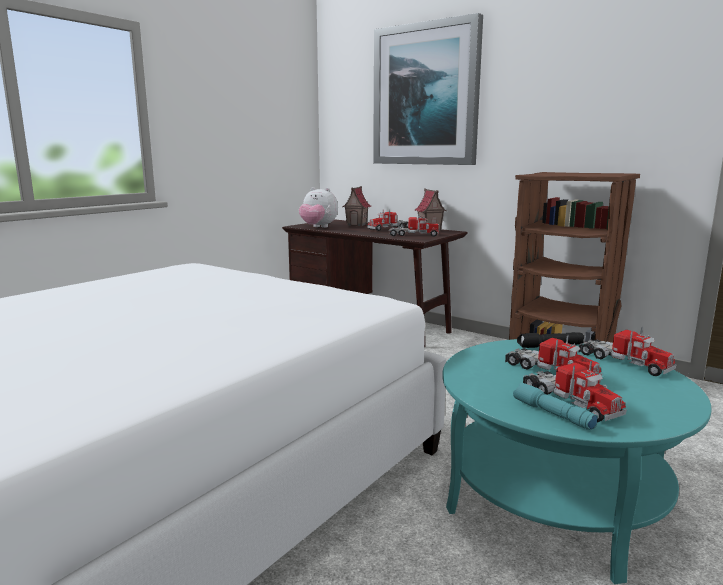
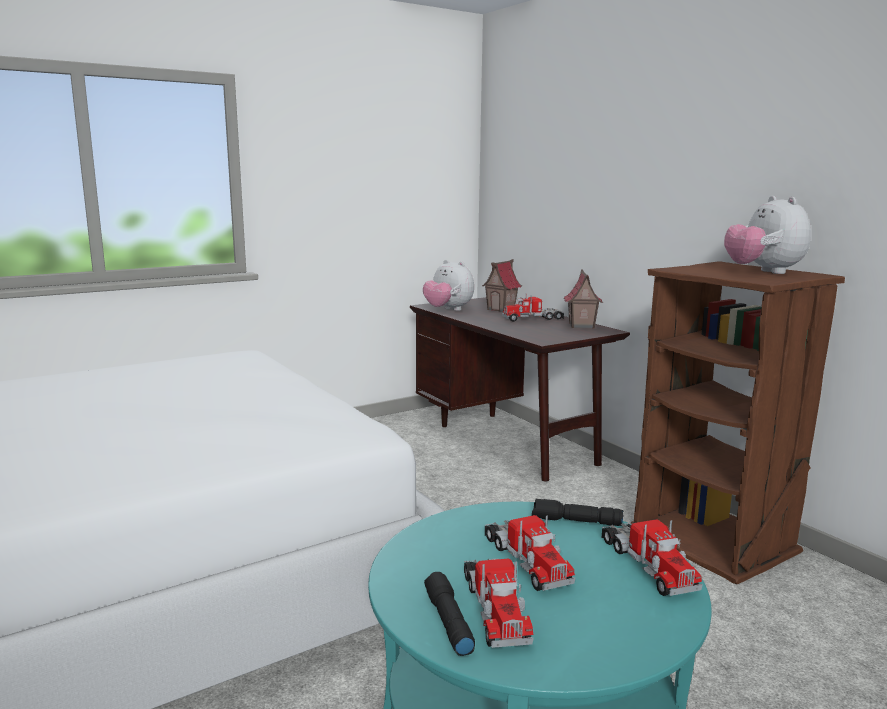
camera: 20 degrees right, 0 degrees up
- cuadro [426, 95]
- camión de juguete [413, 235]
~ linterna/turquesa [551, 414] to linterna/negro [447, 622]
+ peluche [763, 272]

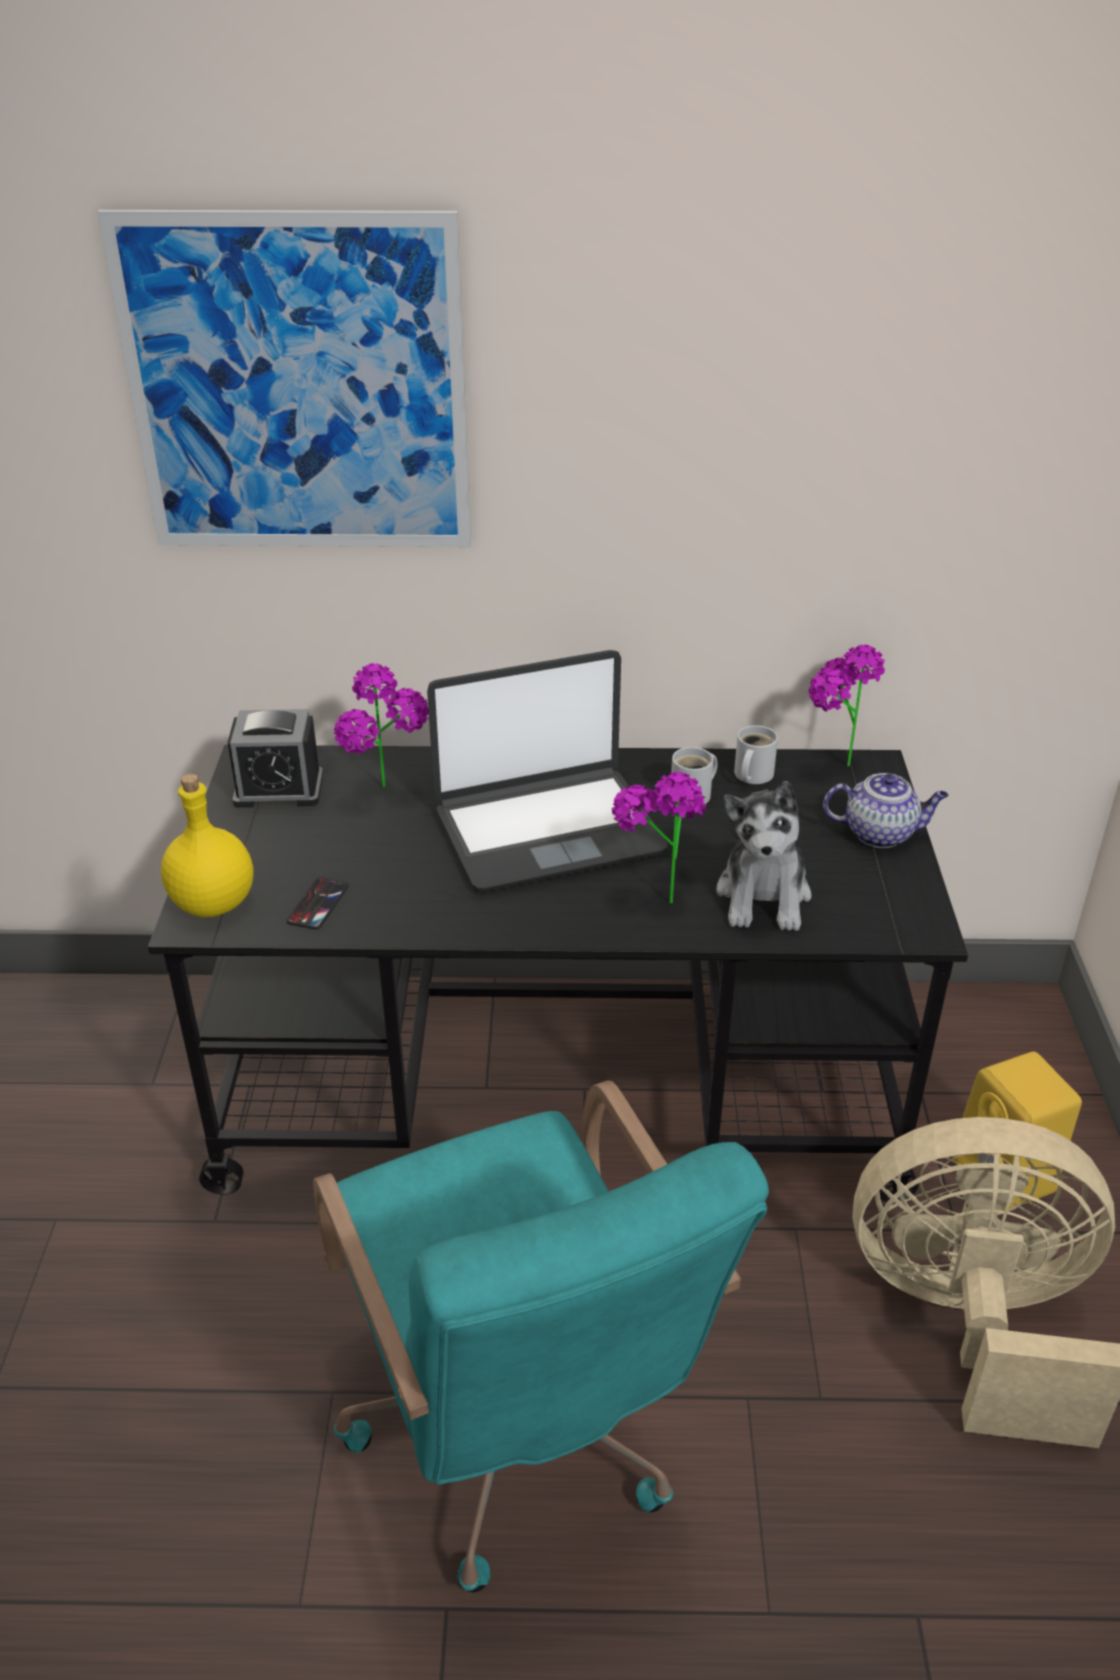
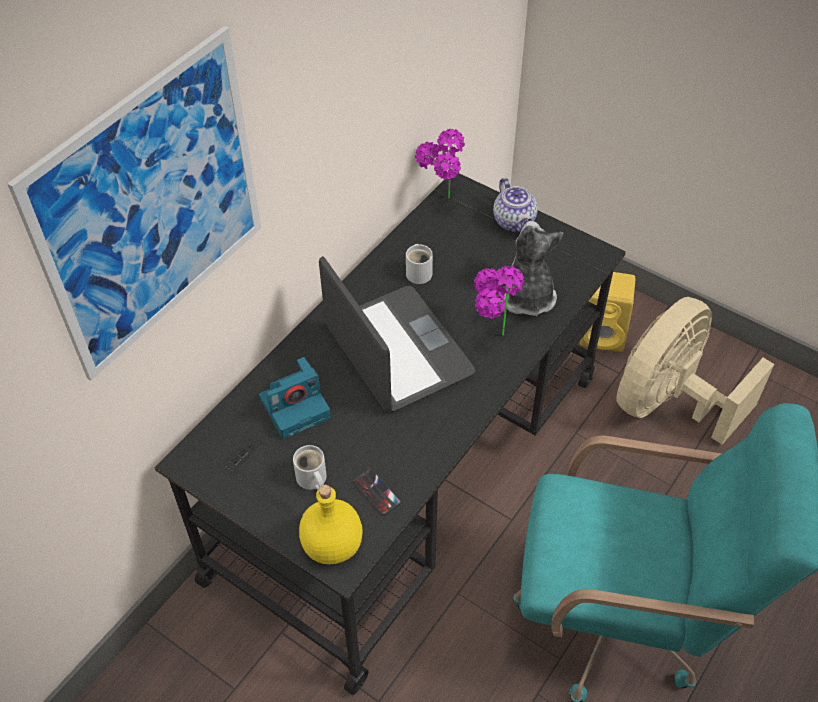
camera: 55 degrees left, 15 degrees up
~ portátil [548, 830] = [396, 351] 45 degrees counterclockwise
~ planta en maceta [389, 795] to cámara [296, 406]
- despertador [279, 789]
~ taza grande/blanco [751, 775] to [311, 479]
~ tetera [881, 833] = [515, 222] 120 degrees clockwise
~ peluche [764, 896] = [527, 296] 135 degrees counterclockwise

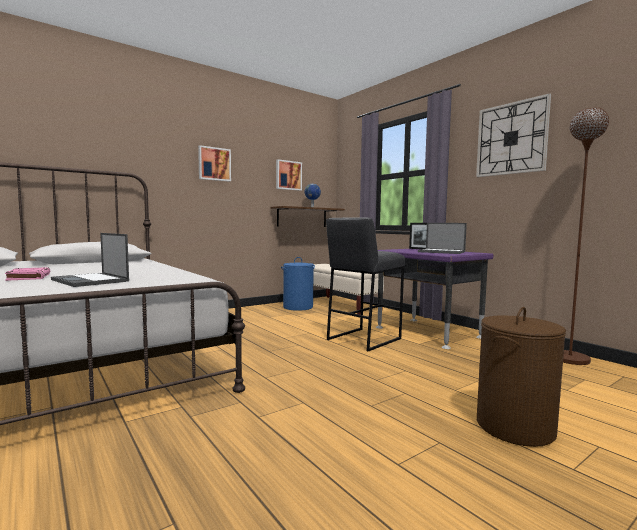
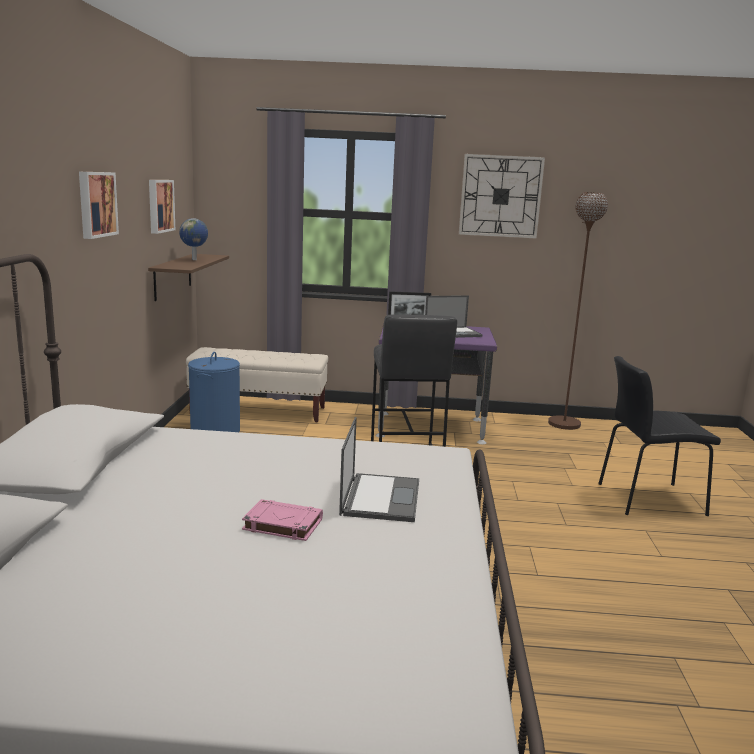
camera: 50 degrees left, 10 degrees up
~ portátil [91, 280] = [380, 497] 75 degrees counterclockwise
~ cesto de la ropa/marrón [515, 426] to silla/negro [647, 499]

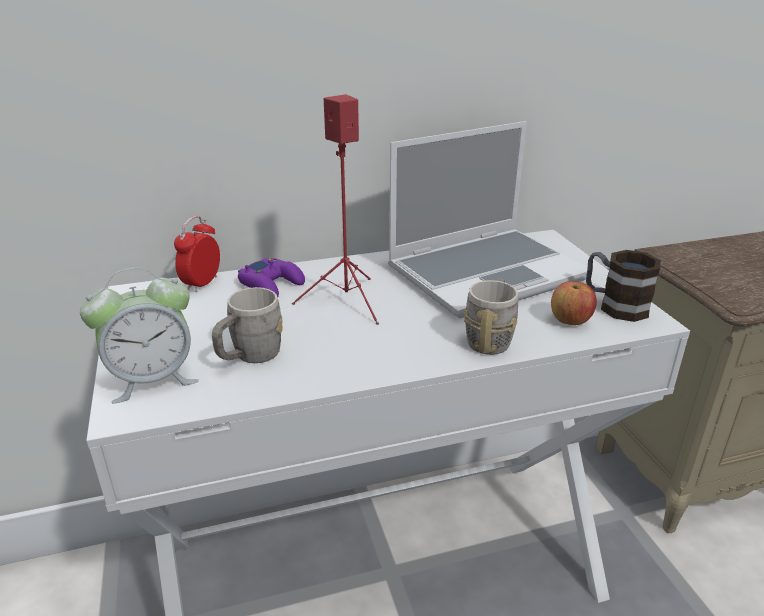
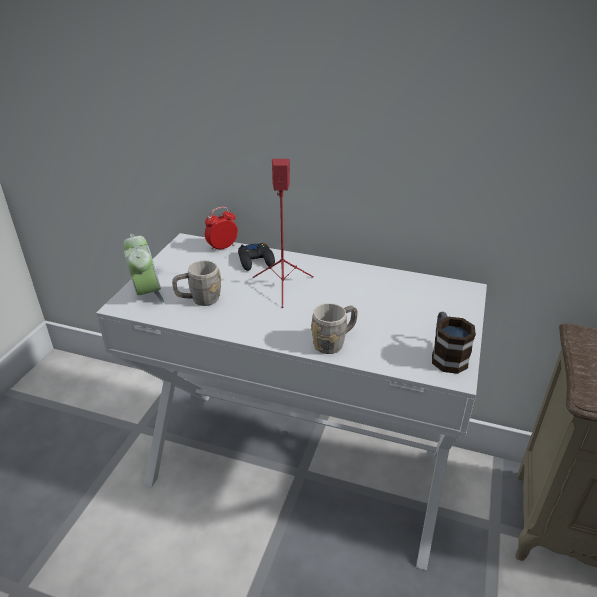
camera: 35 degrees right, 5 degrees up
- portátil [487, 272]
~ mando de consola/morado [272, 284] to mando de consola/negro [256, 261]
~ despertador [152, 379] = [147, 294] 120 degrees counterclockwise
- manzana [570, 321]

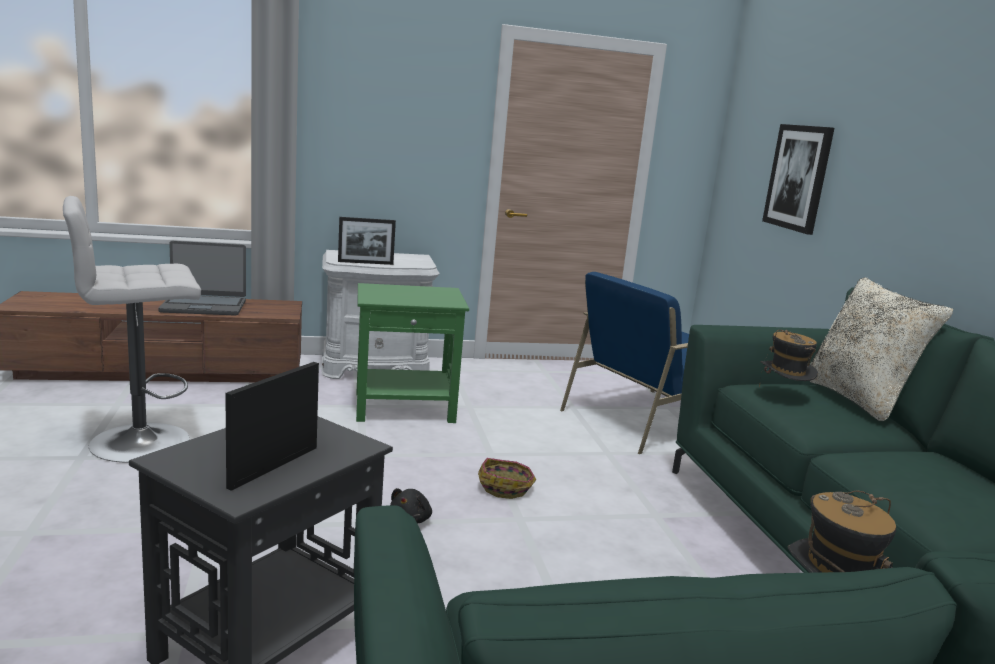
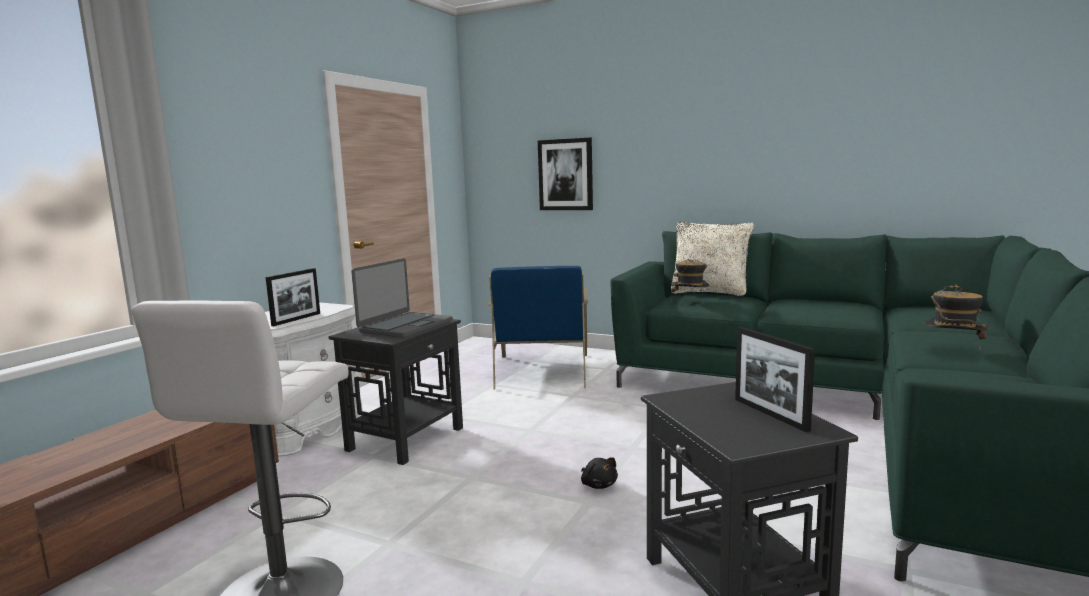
camera: 50 degrees left, 5 degrees down
~ portátil [204, 306] to [405, 326]
~ mesa auxiliar/verde [406, 407] to mesa auxiliar/negro [407, 438]
- cesta [506, 487]

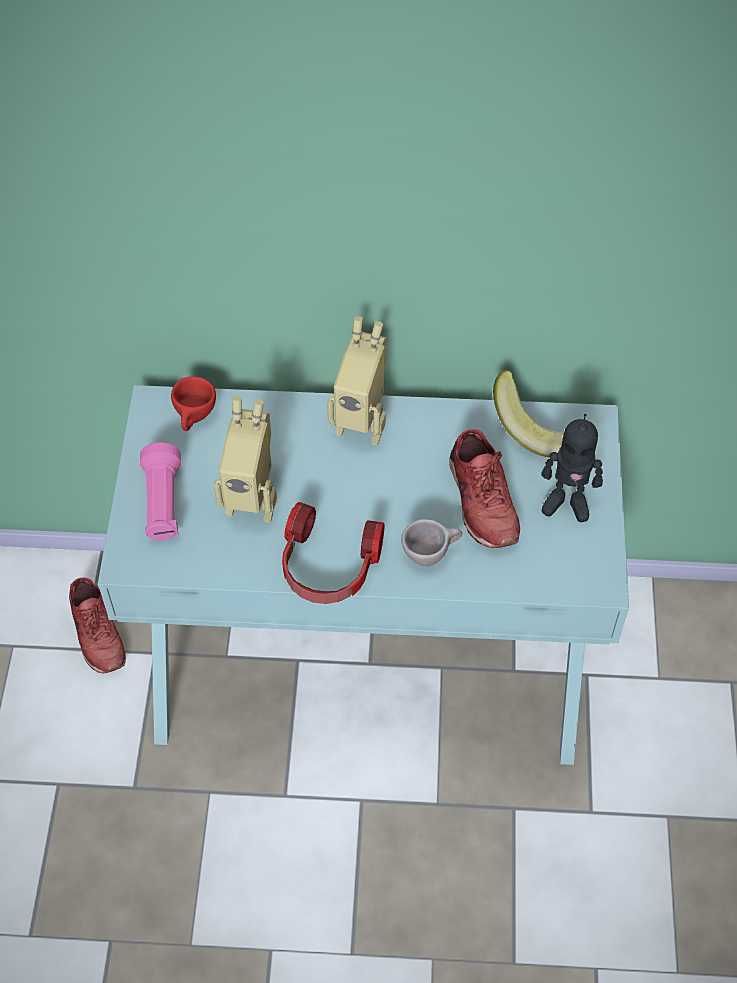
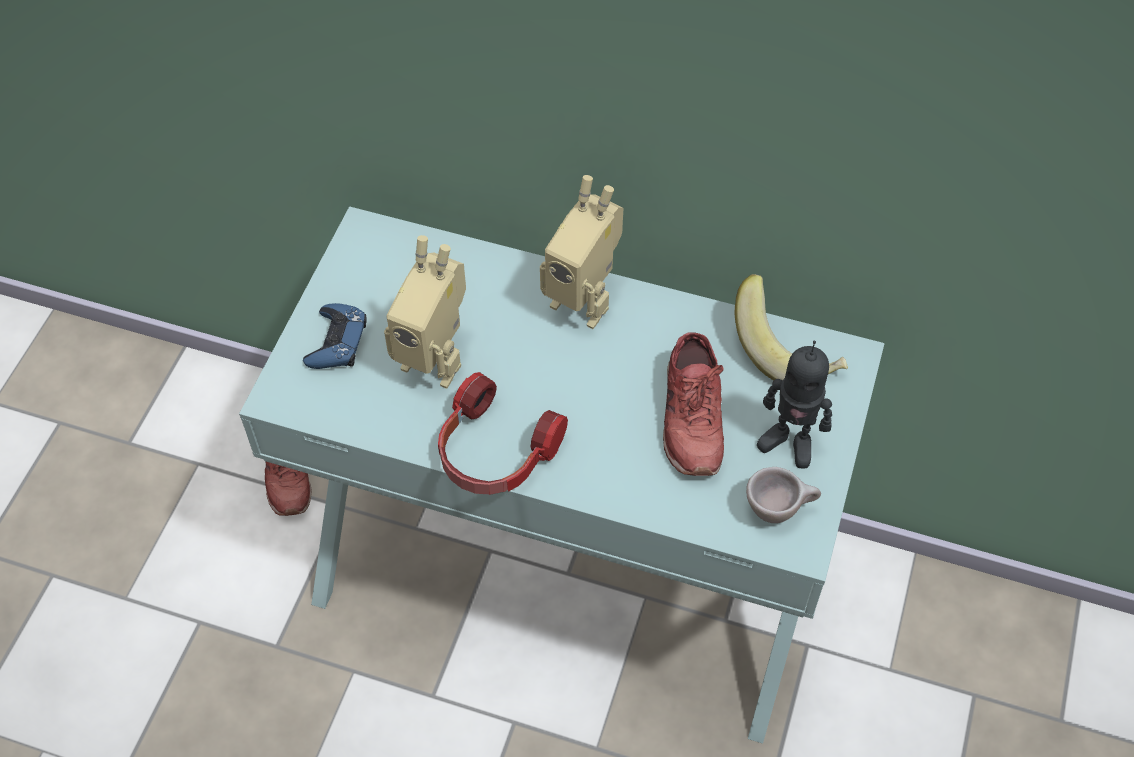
camera: 15 degrees right, 0 degrees up
- taza/rojo [195, 420]
~ linterna/rosa [163, 504] to mando de consola/azul [337, 342]
~ taza/beis [431, 554] to [779, 510]

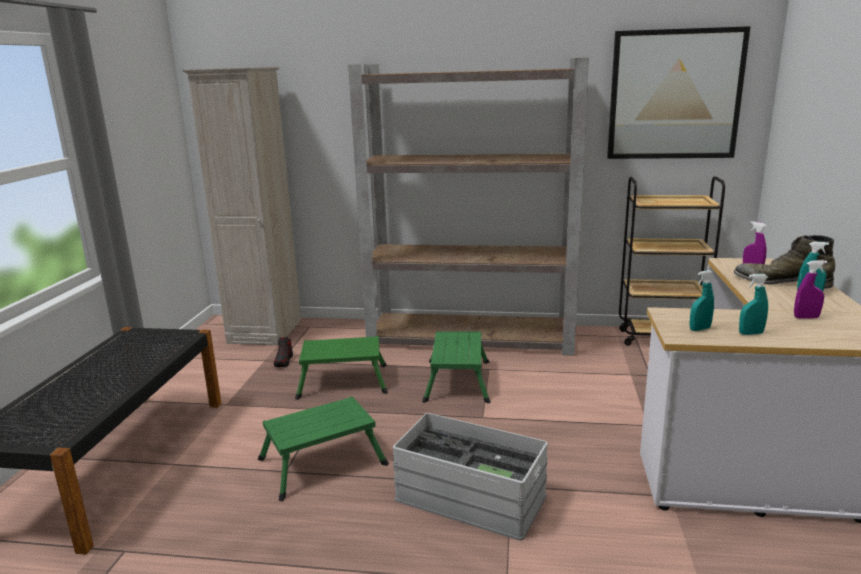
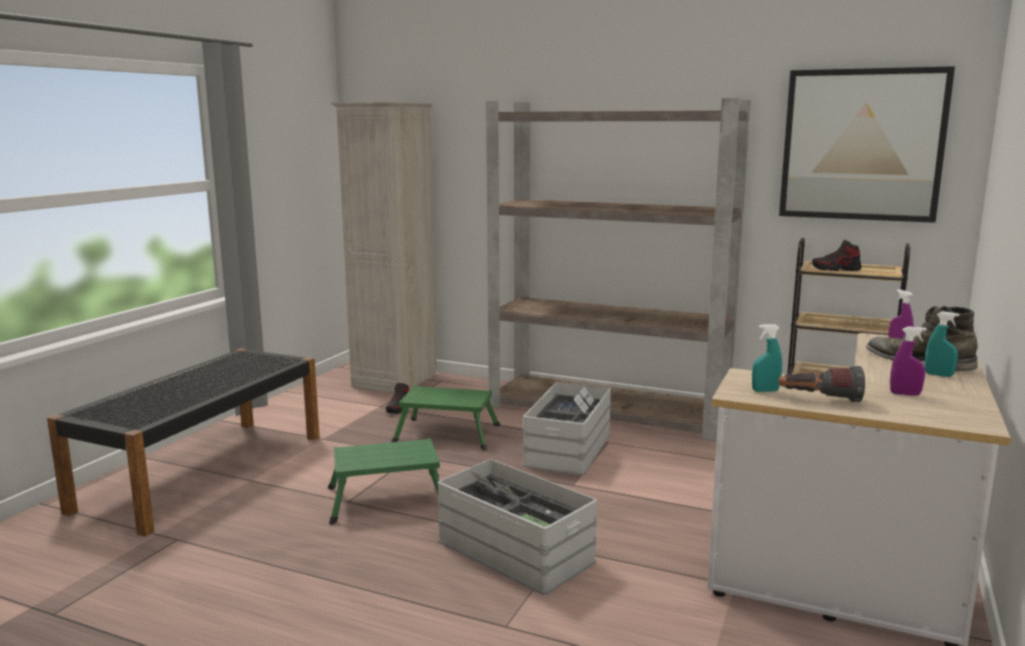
camera: 15 degrees right, 5 degrees down
~ pulverizador/turquesa [750, 333] to linterna [819, 400]
~ escalera de tijera/verde [457, 380] to caja de almacenaje/gris [567, 448]
+ zapato [836, 269]

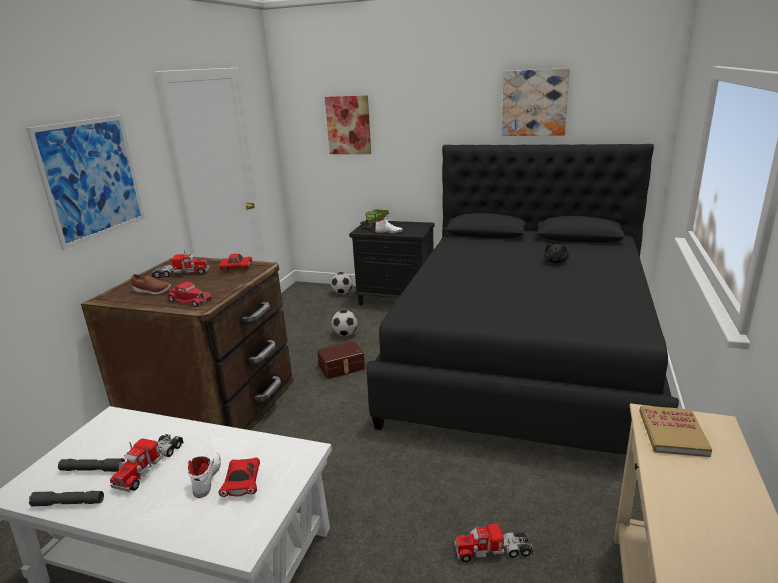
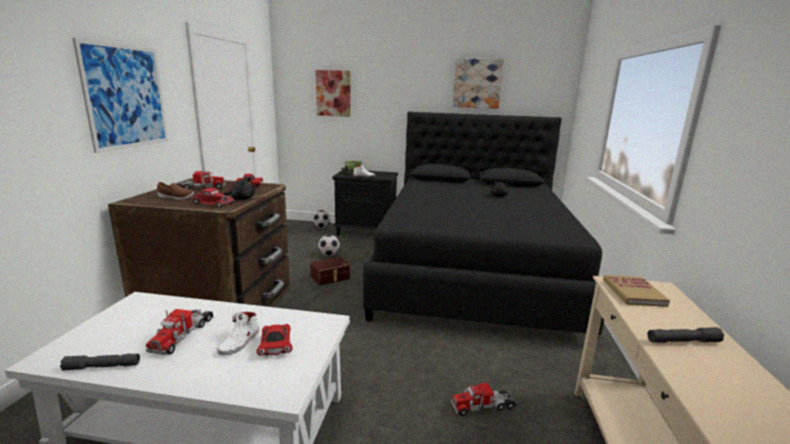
camera: 10 degrees left, 5 degrees down
~ zapato/blanco [206, 477] = [240, 342] 150 degrees counterclockwise
~ linterna/gris [93, 470] to [683, 341]
+ peluche/negro [241, 199]

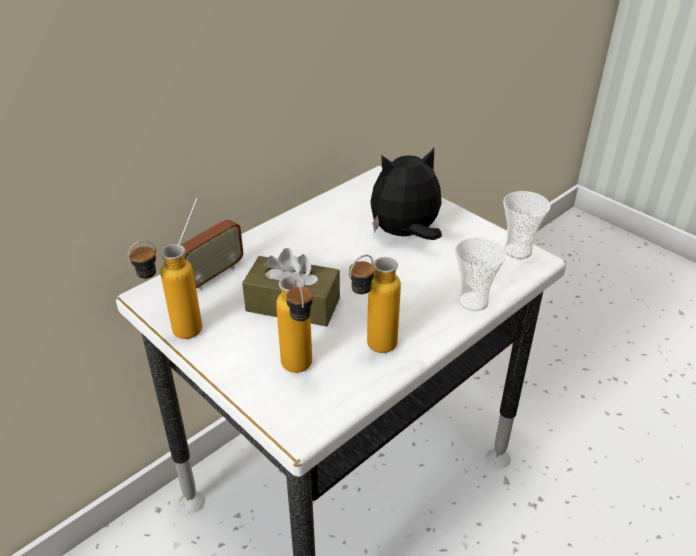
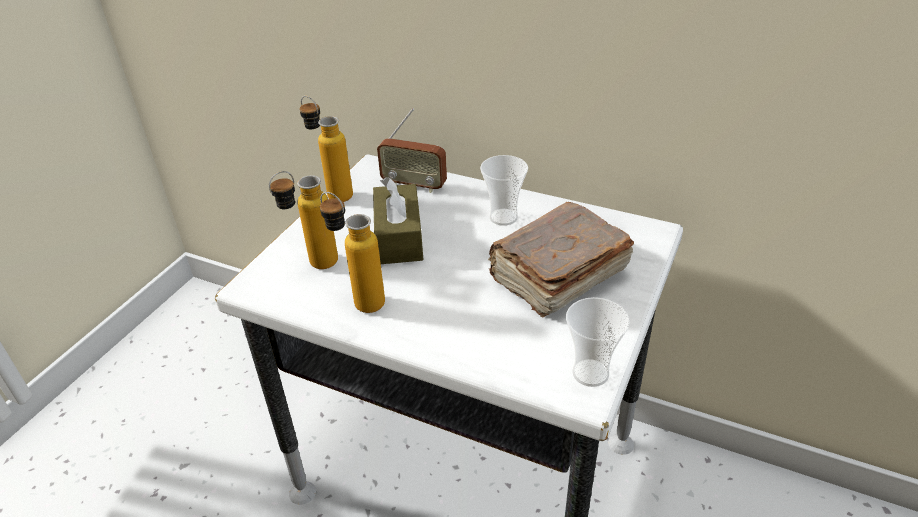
camera: 70 degrees right, 0 degrees up
~ peluche [405, 234] to libro/marrón [556, 276]
~ taza [473, 301] to [503, 217]

